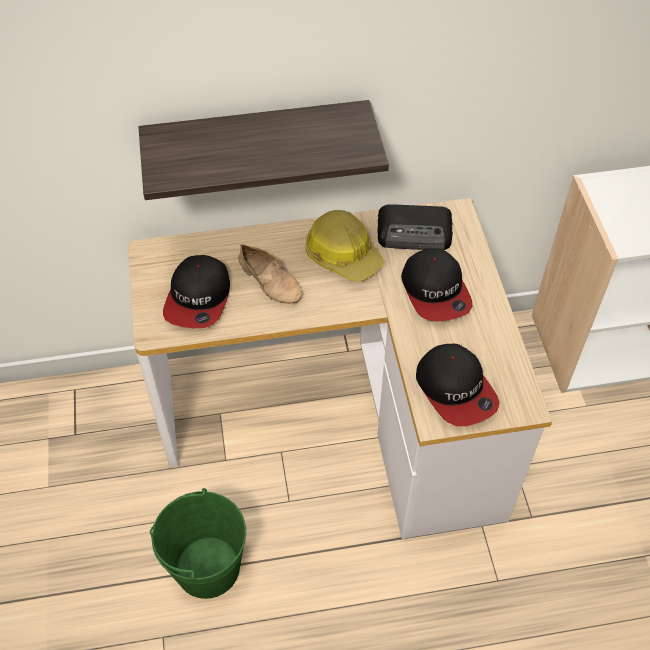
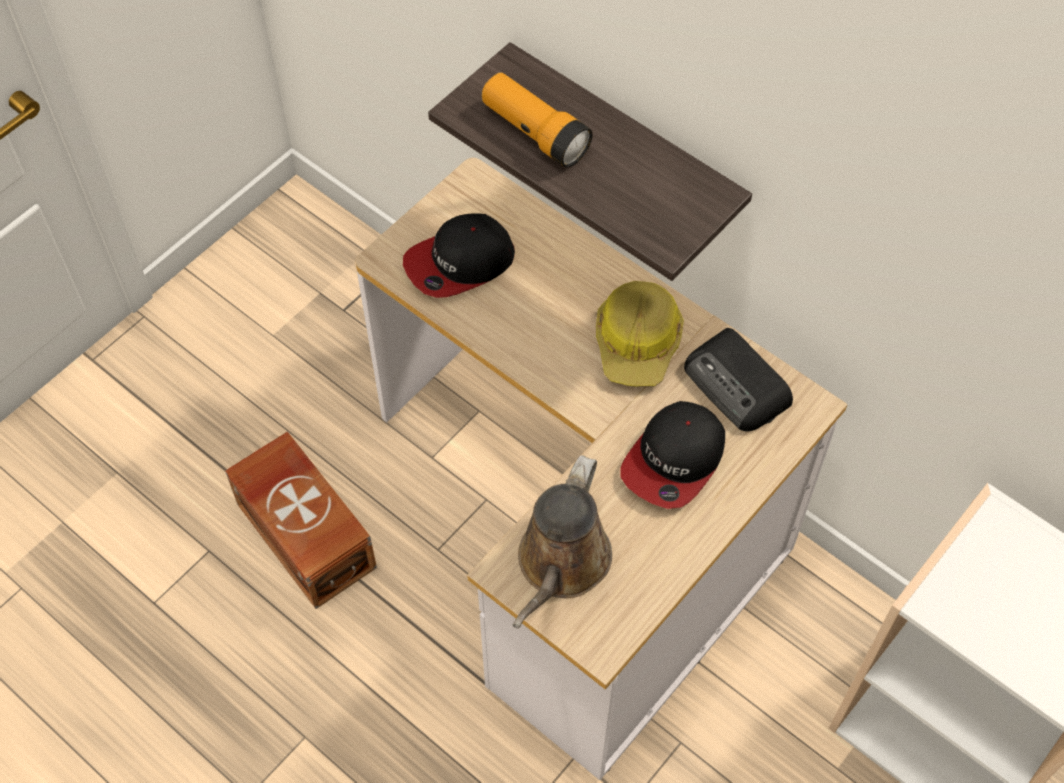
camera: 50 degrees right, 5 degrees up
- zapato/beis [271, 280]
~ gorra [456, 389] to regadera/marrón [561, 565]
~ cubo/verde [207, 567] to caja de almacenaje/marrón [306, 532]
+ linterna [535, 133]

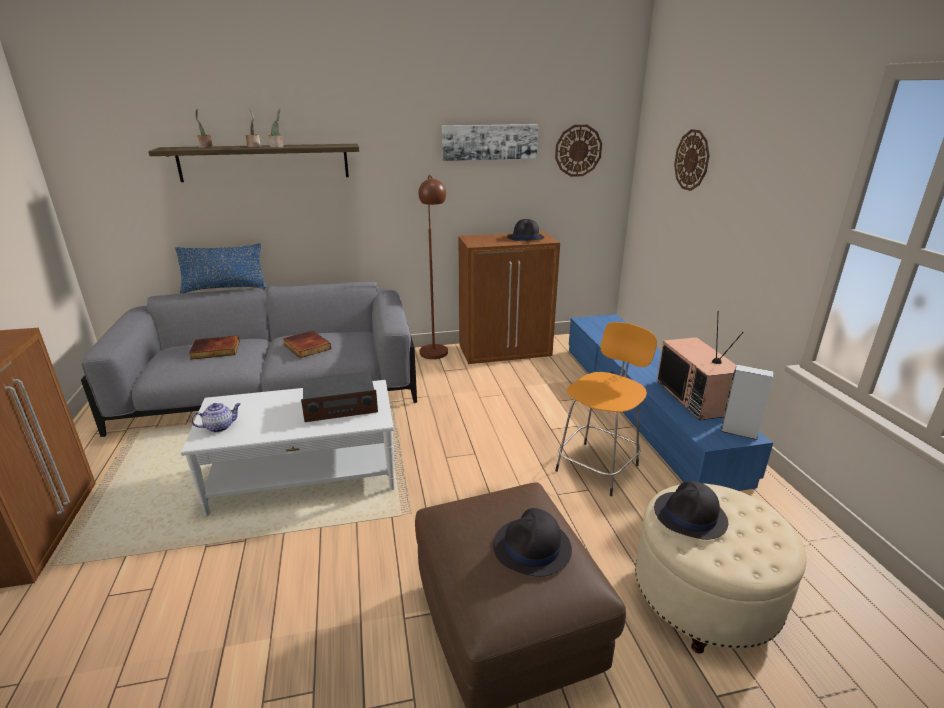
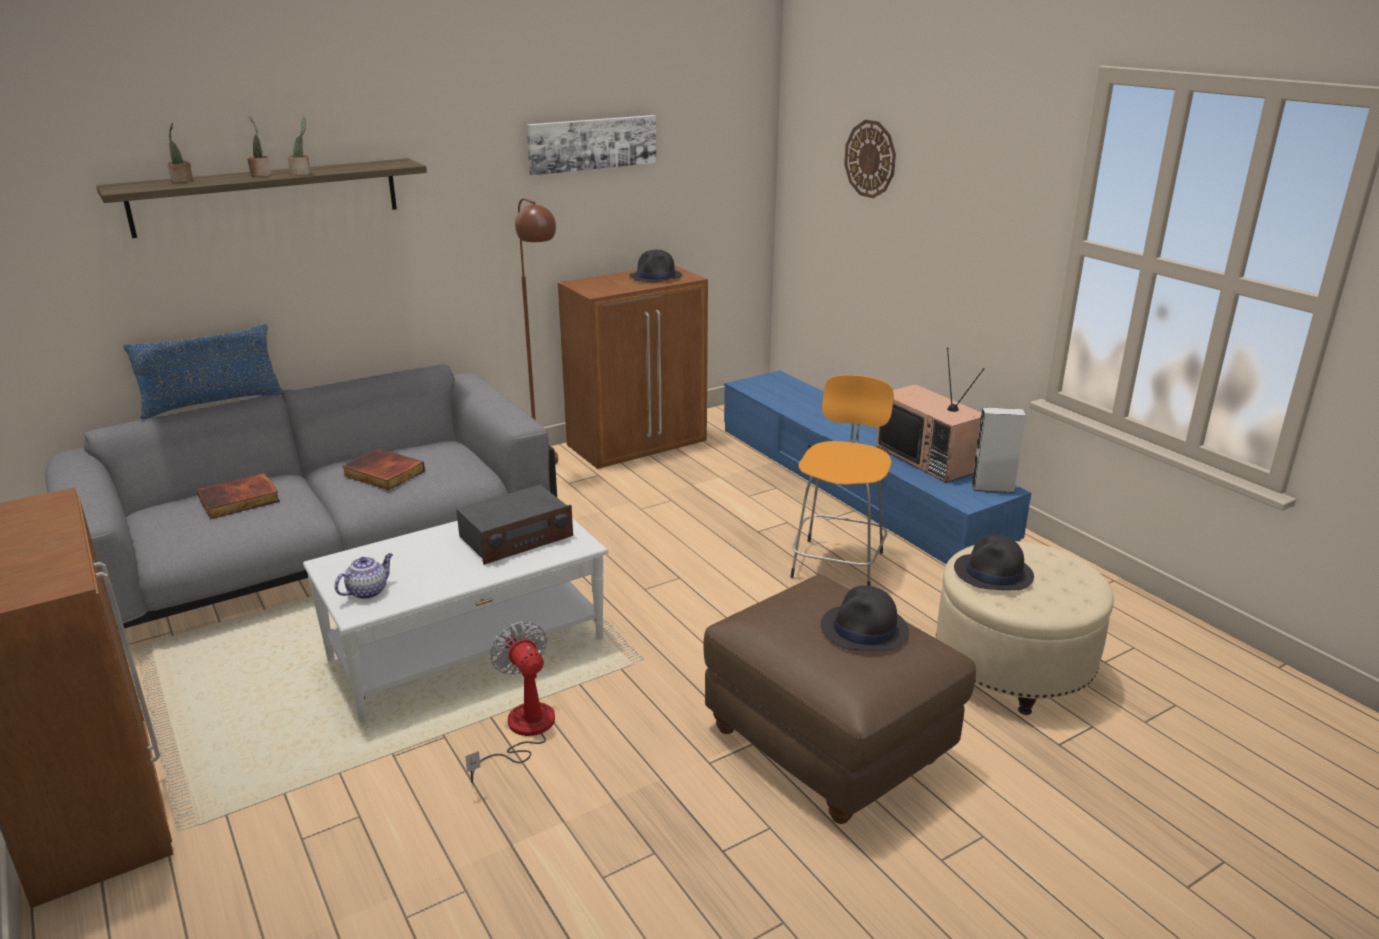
camera: 20 degrees left, 0 degrees up
- reloj de pared [578, 150]
+ ventilador [522, 732]

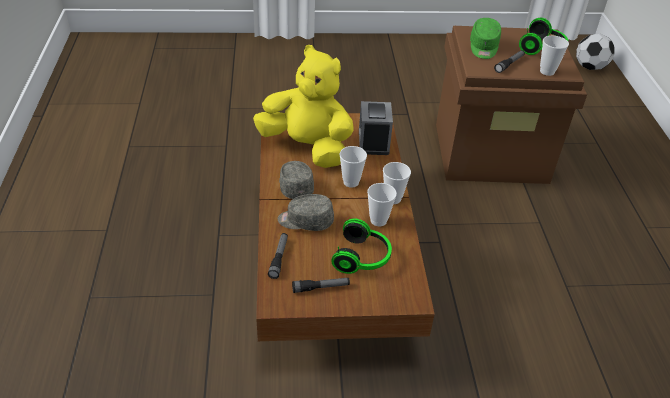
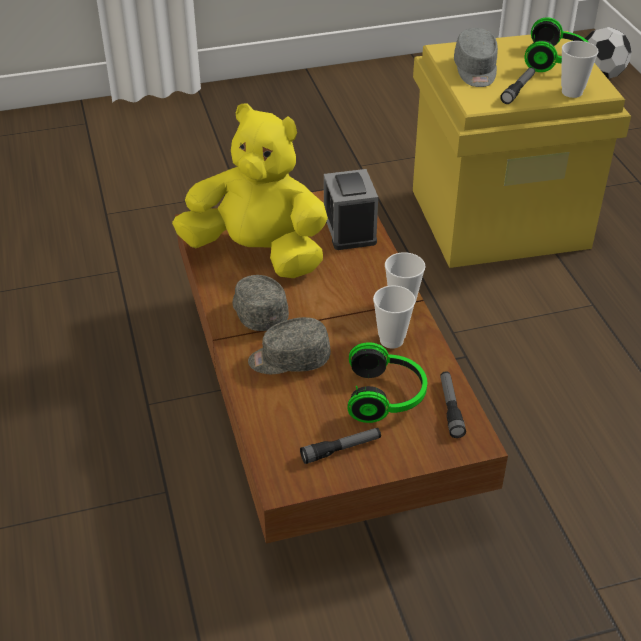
camera: 10 degrees left, 0 degrees up
~ gorra/verde [483, 47] to gorra/gris [475, 70]
~ caja de almacenaje/marrón [491, 152] to caja de almacenaje/amarillo [500, 217]
- taza [351, 182]
~ linterna [279, 258] to [450, 408]

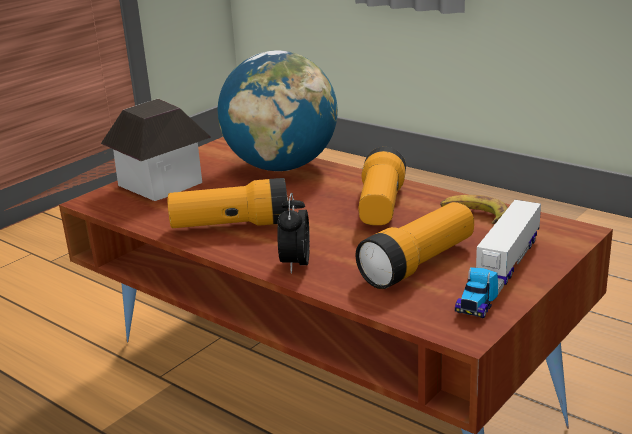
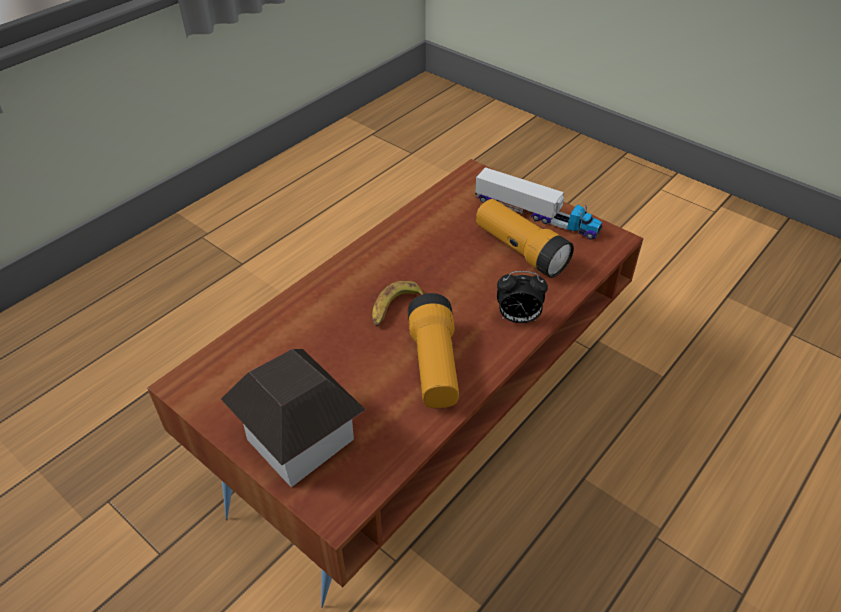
camera: 90 degrees left, 20 degrees up
- globo terráqueo [282, 167]
- linterna [381, 206]
~ plátano [474, 215] to [395, 308]

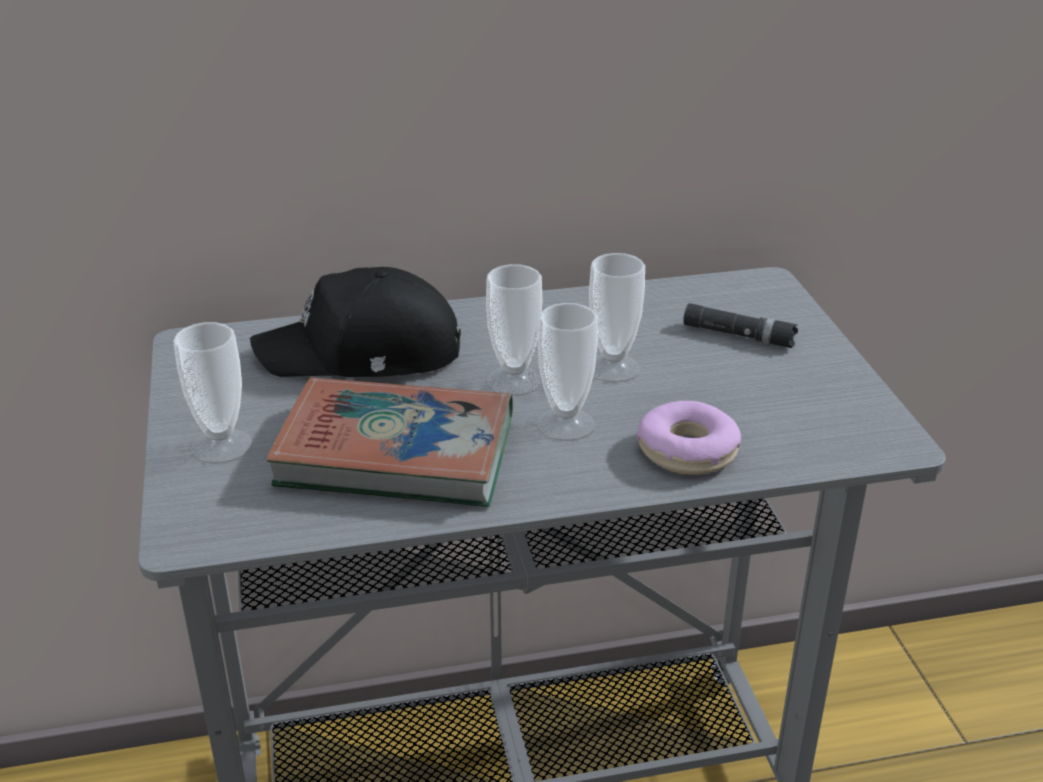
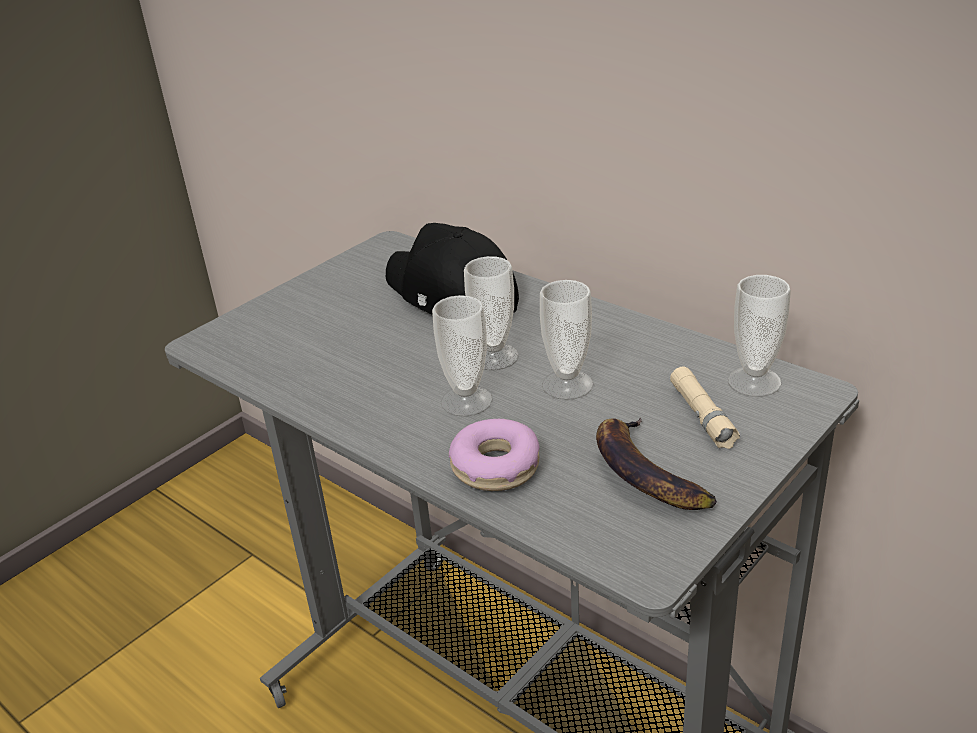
camera: 55 degrees right, 0 degrees up
~ linterna/negro [739, 335] to linterna/beis [702, 416]
~ taza [221, 445] to [754, 381]
- libro [396, 453]
+ plátano [646, 473]

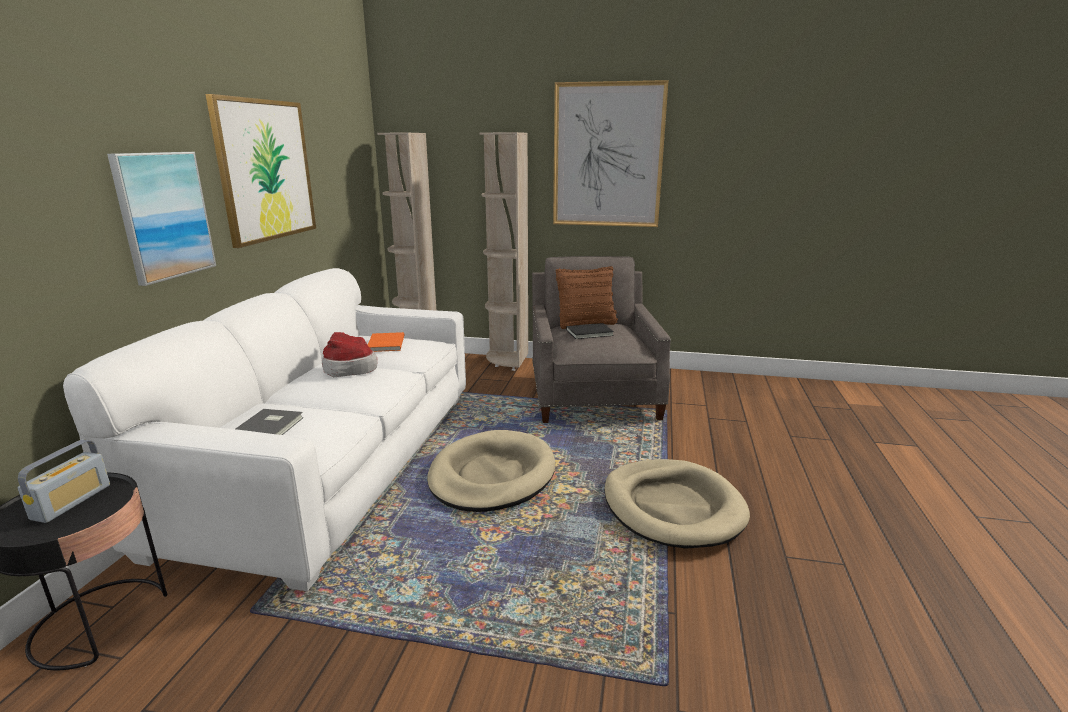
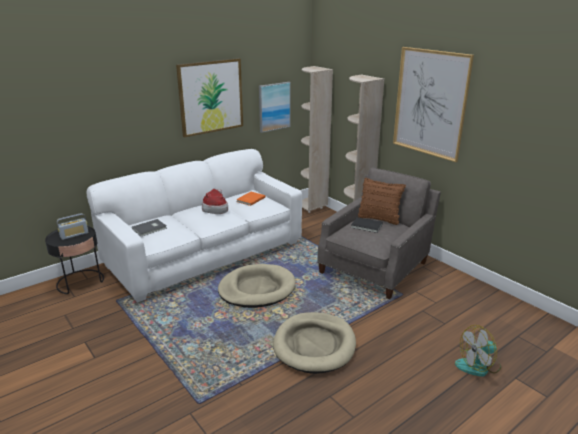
camera: 40 degrees right, 5 degrees up
~ cuadro [164, 215] to [274, 106]
+ ventilador [478, 366]

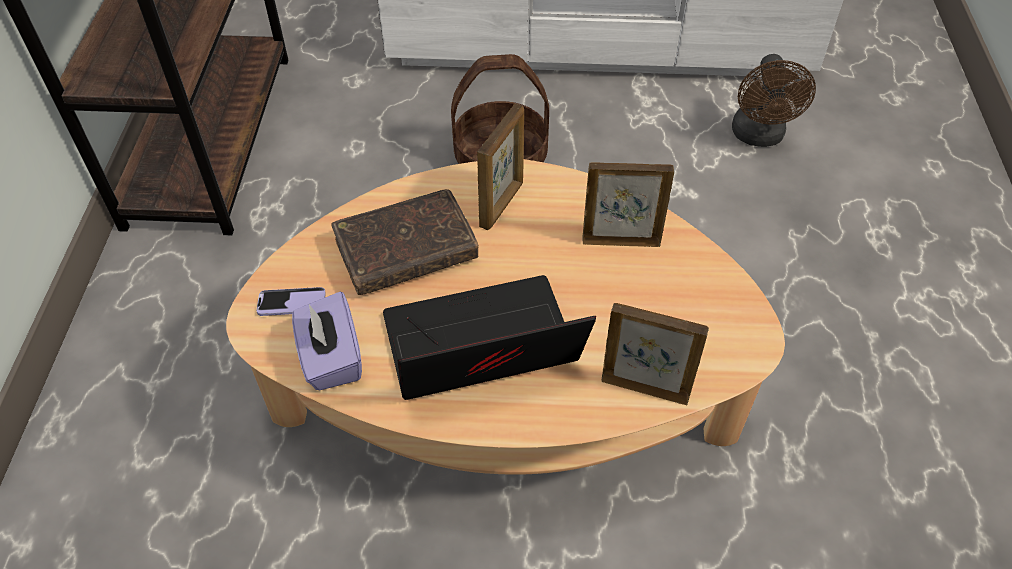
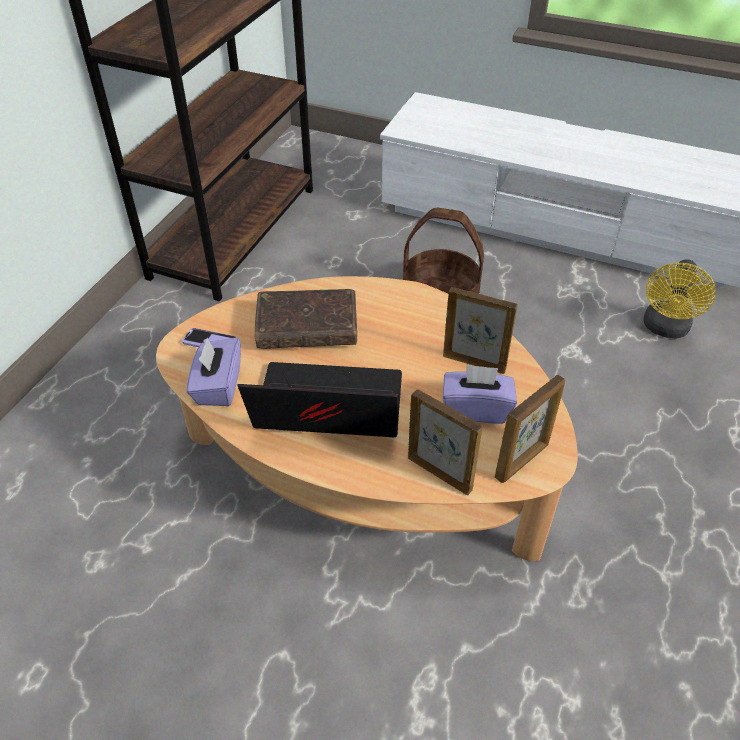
camera: 20 degrees right, 5 degrees down
~ ventilador/marrón [759, 137] to ventilador/amarillo [665, 329]
~ portarretratos [502, 204] to [522, 461]
+ caja de pañuelos/morado [476, 409]

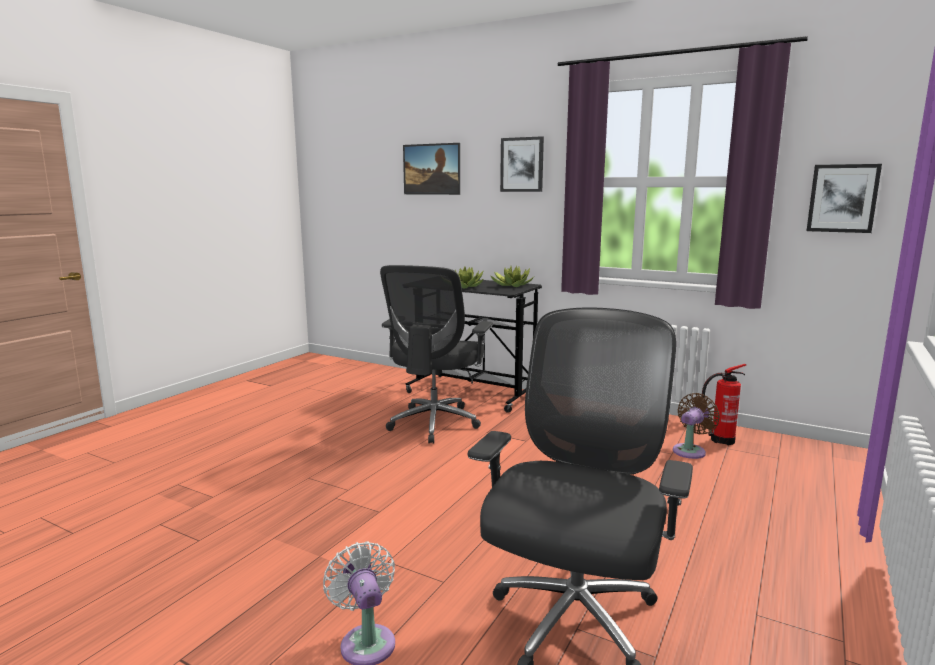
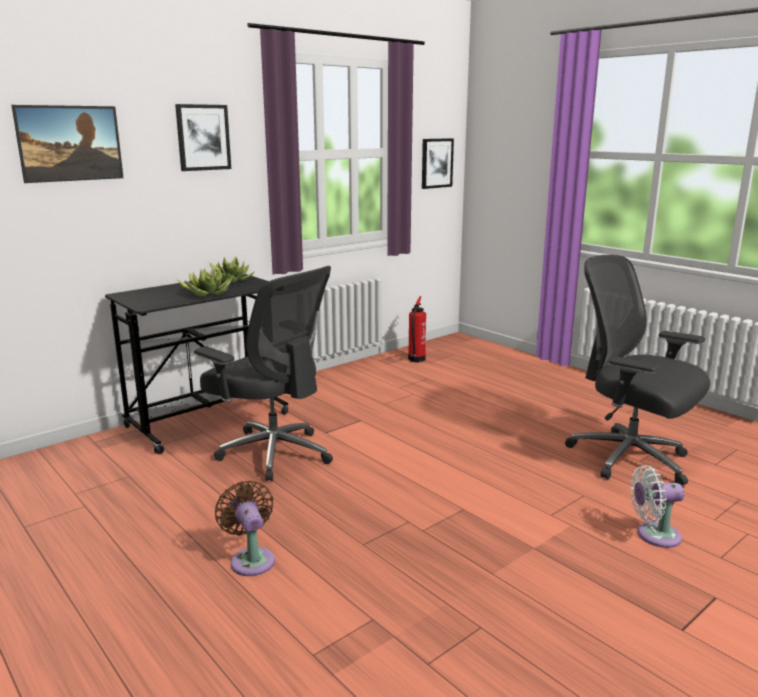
camera: 70 degrees left, 5 degrees up
~ ventilador/marrón [690, 450] to [251, 559]

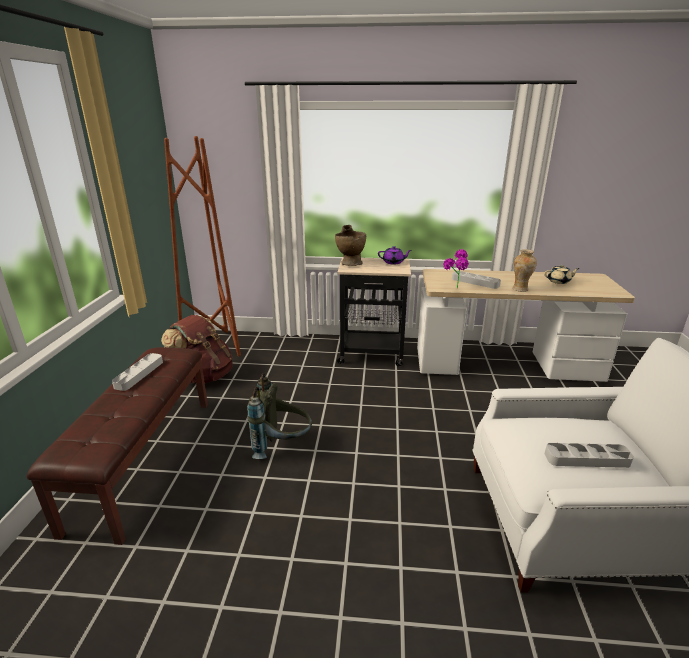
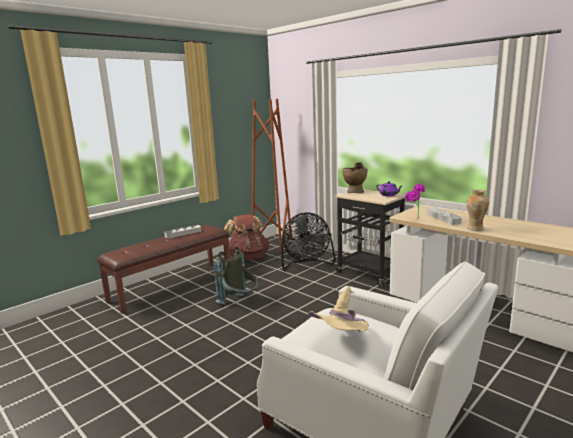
camera: 40 degrees right, 10 degrees down
- tetera/beis [559, 281]
~ bandeja/gris [586, 459] to sombrero/beis [341, 341]
+ ventilador/negro [304, 264]

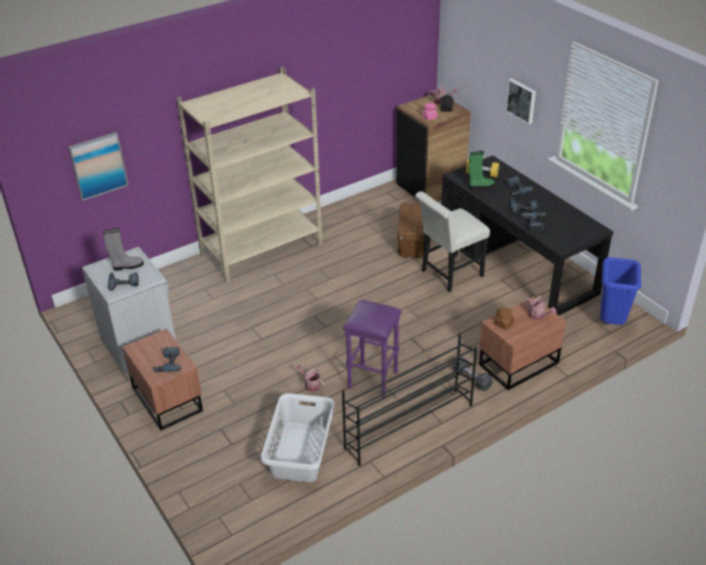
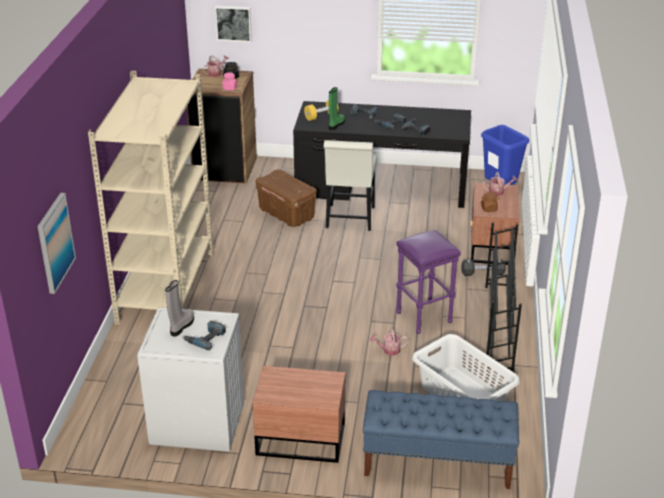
camera: 50 degrees left, 5 degrees down
~ cuadro [521, 100] to [233, 23]
- taladro [167, 363]
+ banco/azul [437, 463]

